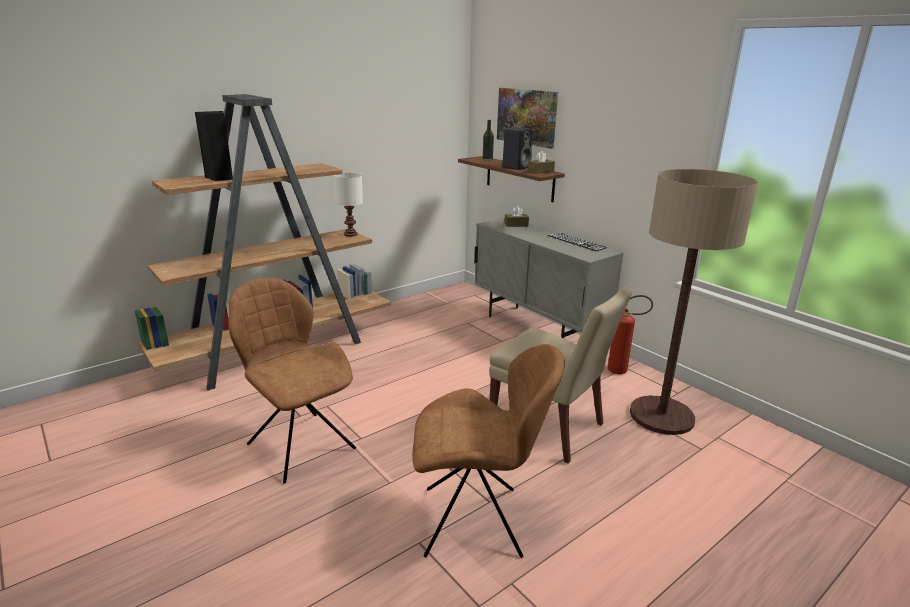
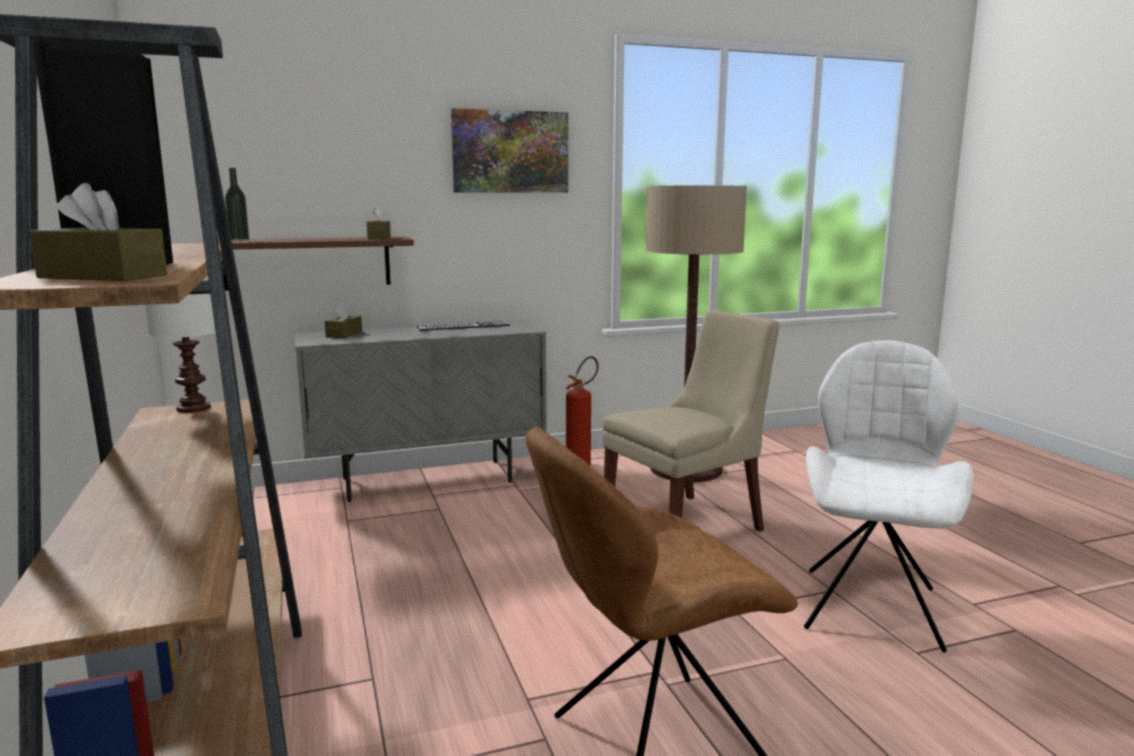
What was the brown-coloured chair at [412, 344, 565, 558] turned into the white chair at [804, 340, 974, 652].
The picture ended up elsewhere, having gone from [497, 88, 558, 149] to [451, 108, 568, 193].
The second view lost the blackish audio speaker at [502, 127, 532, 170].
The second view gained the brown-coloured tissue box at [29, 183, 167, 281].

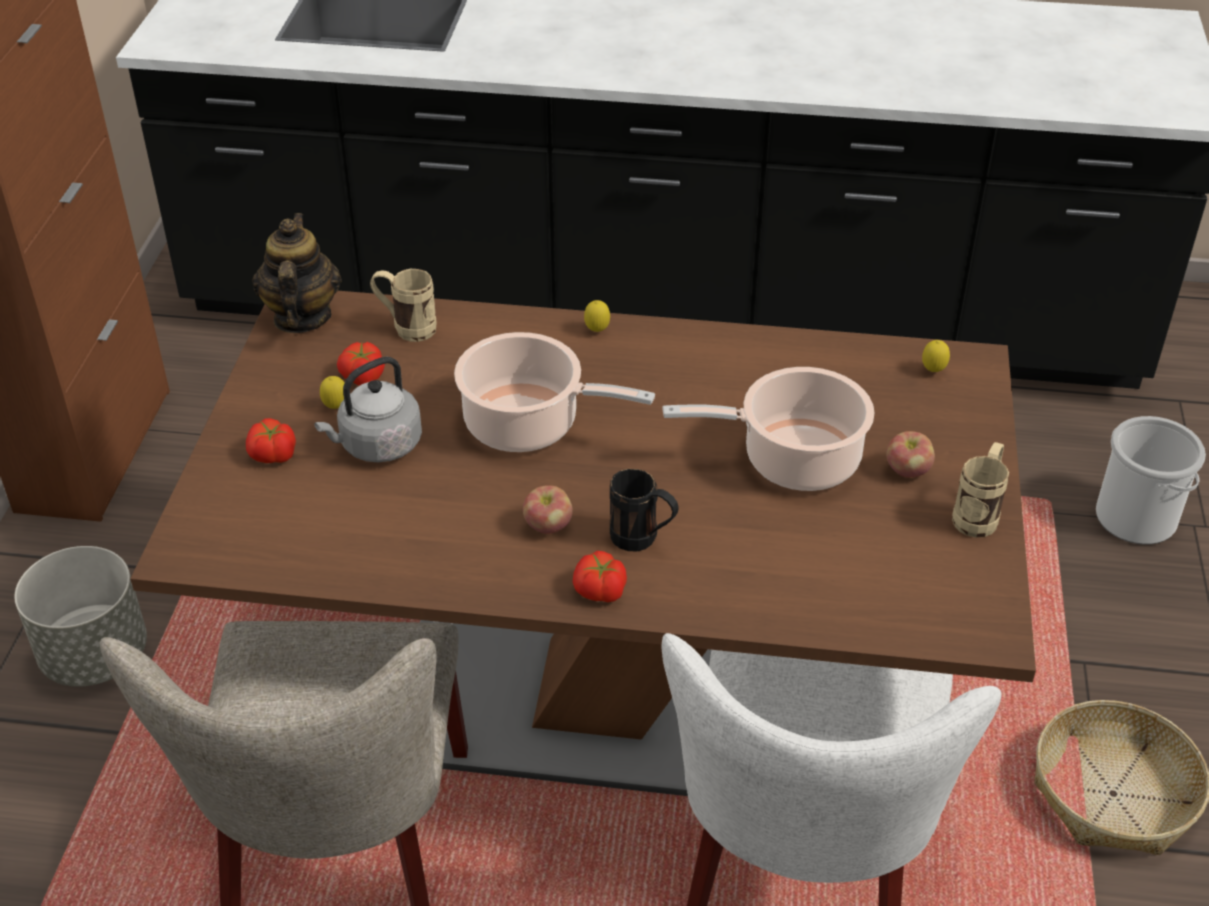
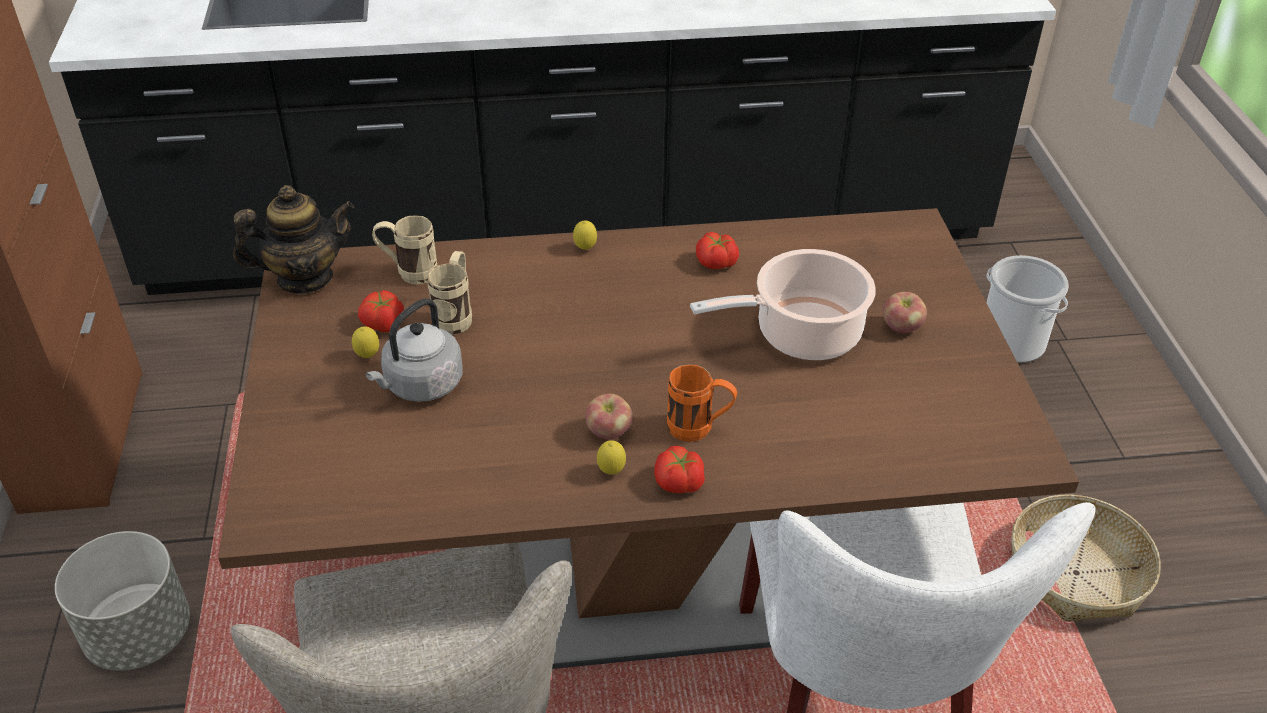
The tomato ended up elsewhere, having gone from [246, 418, 296, 463] to [696, 232, 739, 269].
The teapot at [252, 213, 342, 333] ended up facing another way, 90 degrees clockwise from before.
The second view lost the stockpot at [454, 332, 655, 452].
What was the blackish tea mug at [610, 468, 679, 551] turned into the orange-coloured tea mug at [667, 364, 737, 442].
The whole lemon ended up elsewhere, having gone from [922, 340, 950, 372] to [597, 440, 626, 475].
The beige tea mug ended up elsewhere, having gone from [952, 442, 1009, 538] to [427, 251, 472, 335].

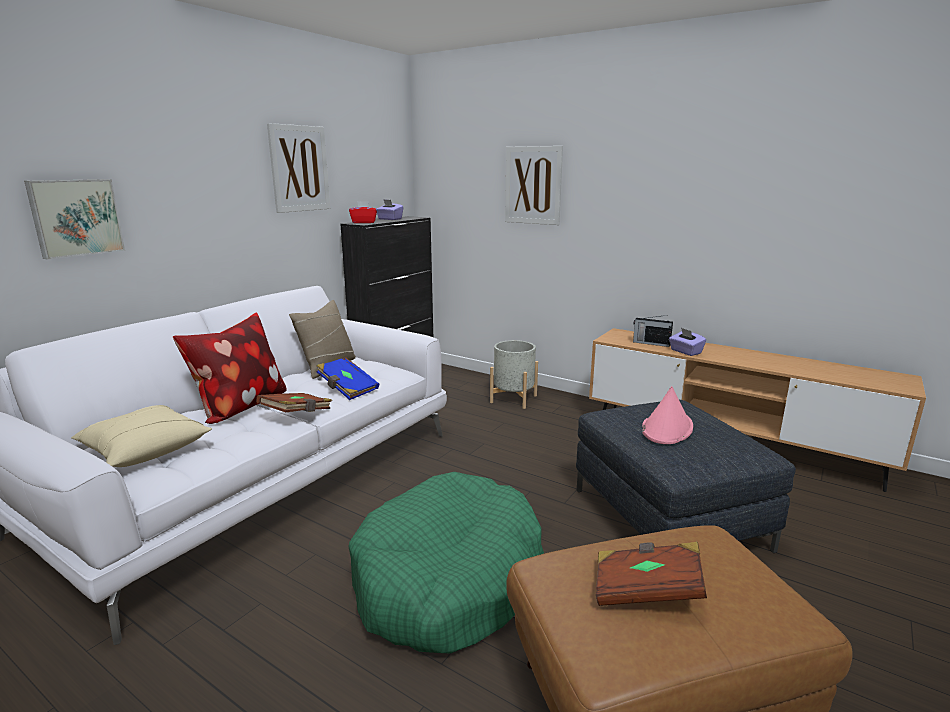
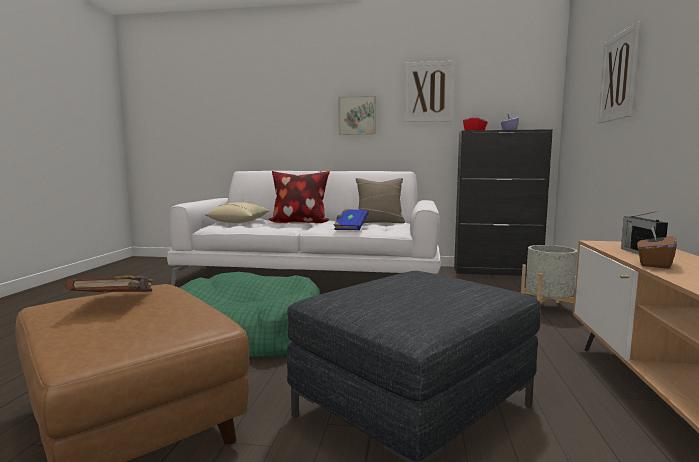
The picture ended up elsewhere, having gone from [24, 179, 125, 259] to [339, 96, 376, 134].
The second view lost the brown-coloured bound book at [256, 393, 332, 413].
The second view lost the pink hat at [642, 386, 693, 444].
What was the purple-coloured tissue box at [669, 328, 706, 356] turned into the brown-coloured tissue box at [637, 227, 677, 269].

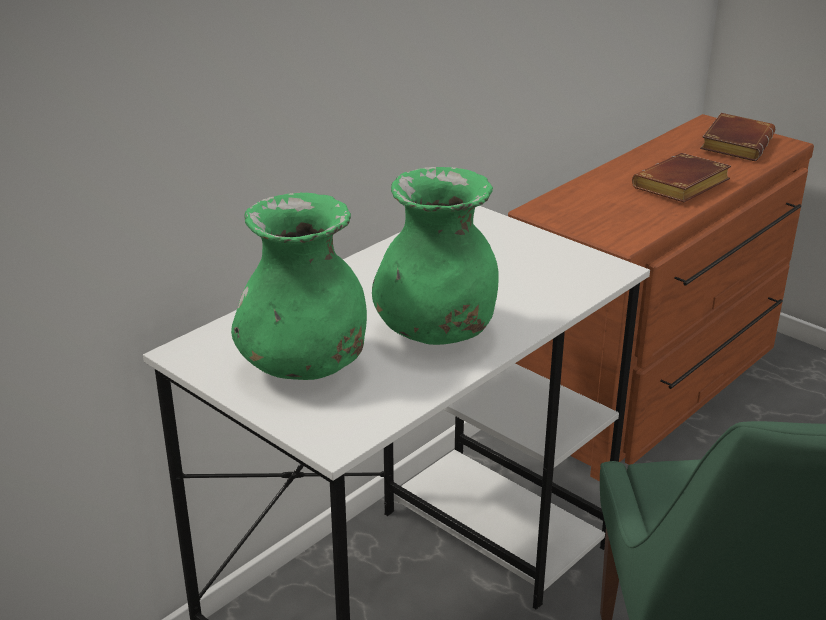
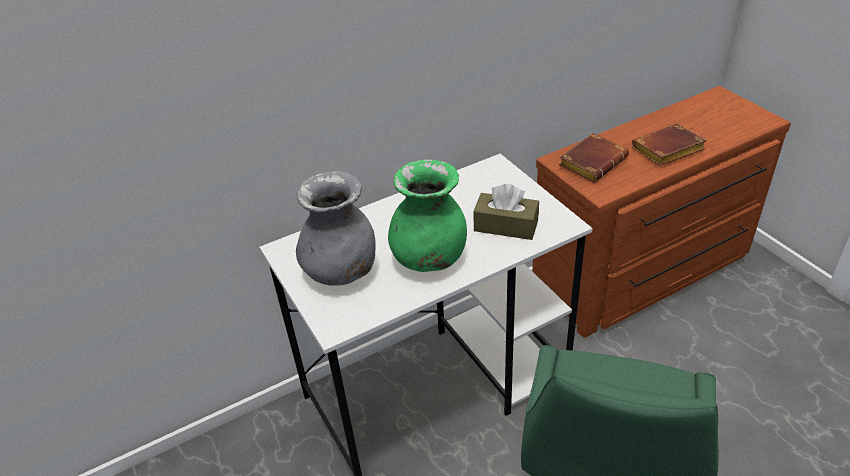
What was the green-coloured vase at [231, 193, 367, 380] turned into the greyish vase at [296, 171, 376, 286].
The brown-coloured bound book ended up elsewhere, having gone from [700, 113, 775, 161] to [559, 133, 629, 183].
The second view gained the brown-coloured tissue box at [473, 184, 539, 240].

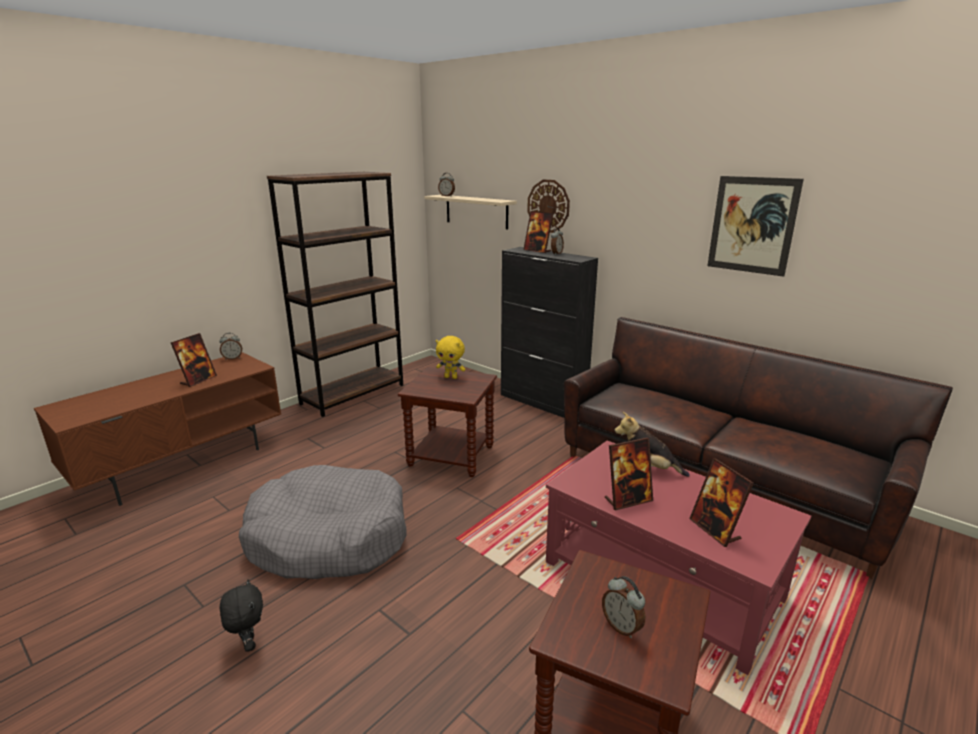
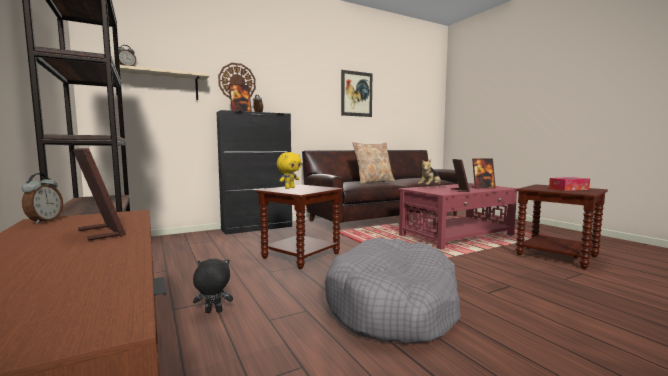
The blackish cuddly toy ended up elsewhere, having gone from [220, 579, 263, 652] to [193, 259, 233, 313].
Where the alarm clock stood at [602, 576, 645, 638], the tissue box came to stand at [549, 177, 590, 191].
The second view gained the beige cushion at [352, 142, 395, 184].

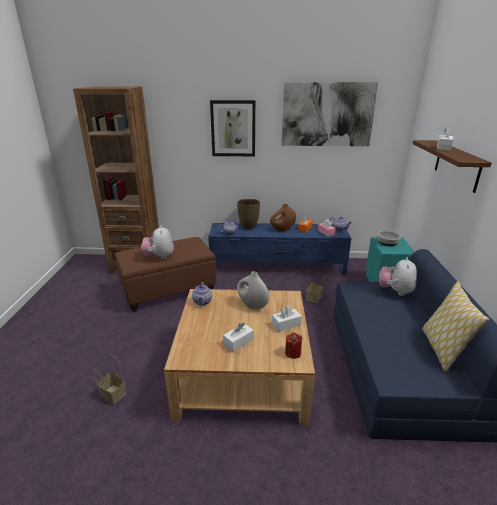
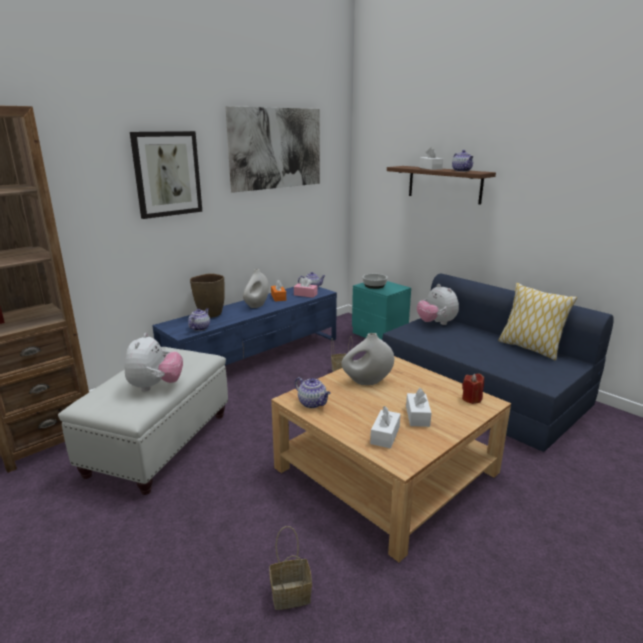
What was the brown-coloured pouffe at [115, 237, 216, 312] turned into the white pouffe at [58, 347, 228, 495].
The cuddly toy at [141, 225, 174, 259] ended up facing another way, 120 degrees counterclockwise from before.
What was the brown-coloured vase at [270, 204, 296, 231] turned into the white vase at [243, 269, 269, 308].
The white tissue box ended up elsewhere, having gone from [272, 305, 302, 332] to [370, 406, 401, 449].
The second view gained the teapot at [452, 150, 474, 172].

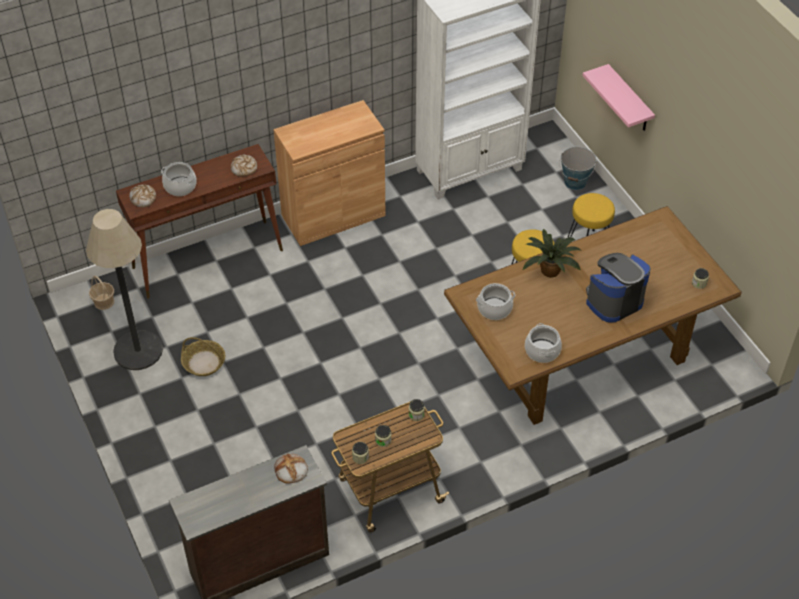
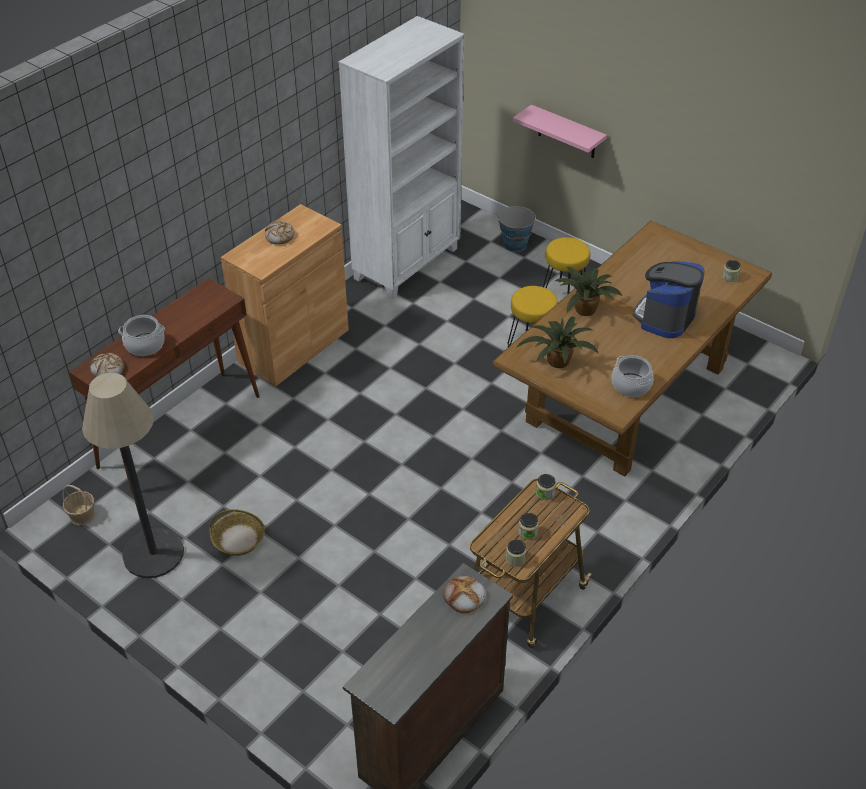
The bread ended up elsewhere, having gone from [231, 154, 257, 177] to [265, 221, 295, 245].
Where the stockpot stood at [476, 283, 515, 320], the potted plant came to stand at [516, 316, 599, 368].

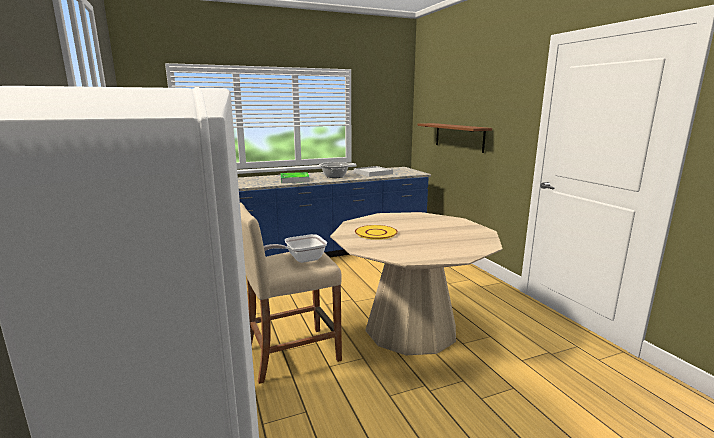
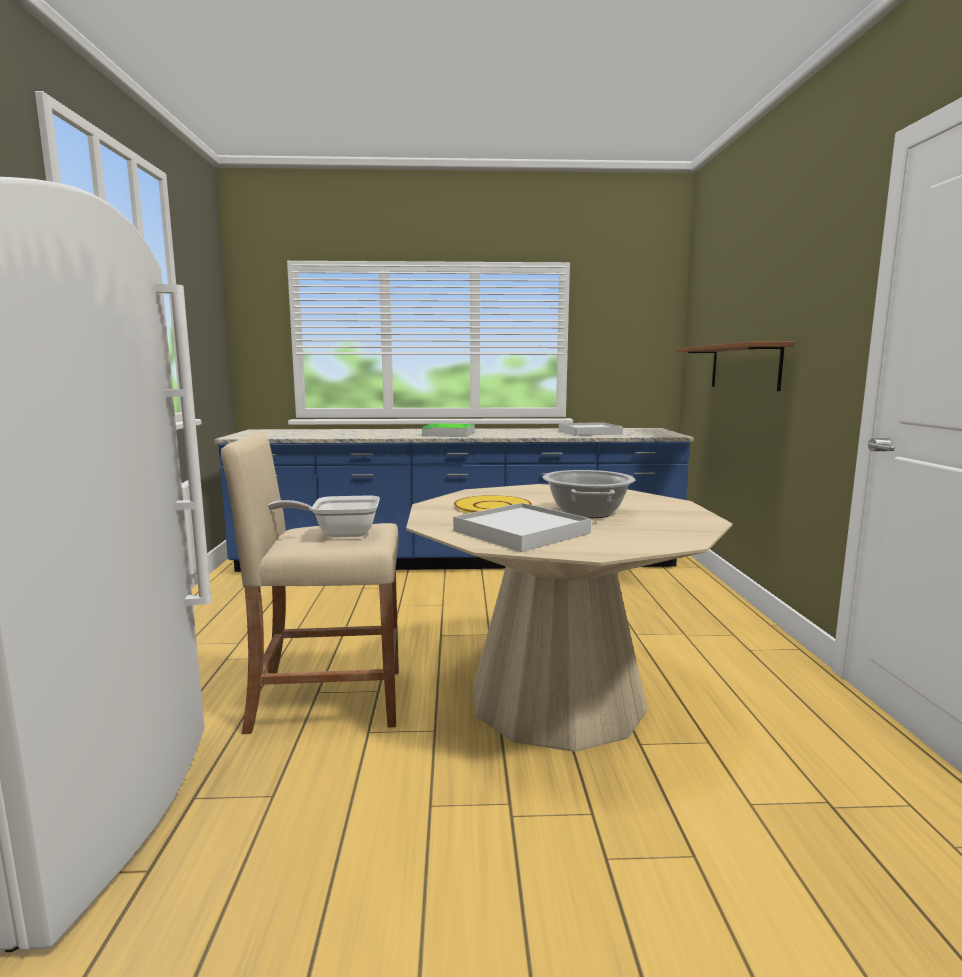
The stockpot ended up elsewhere, having gone from [319, 162, 350, 178] to [542, 470, 635, 518].
The second view gained the white serving tray at [453, 503, 591, 552].

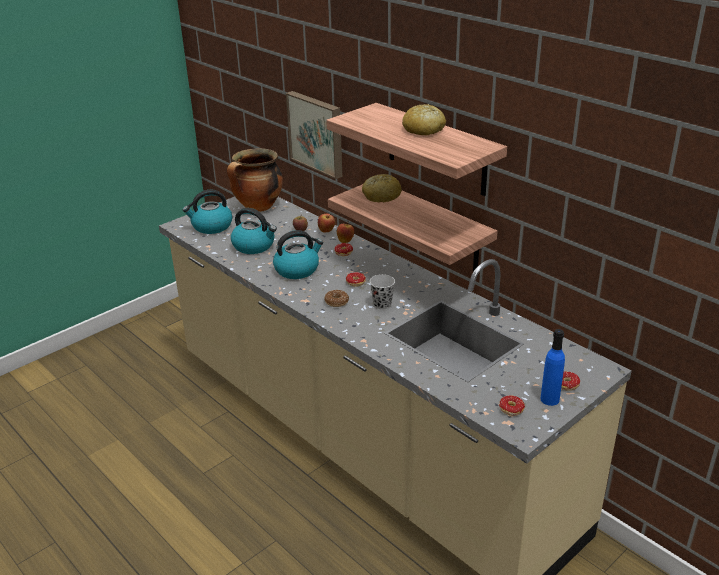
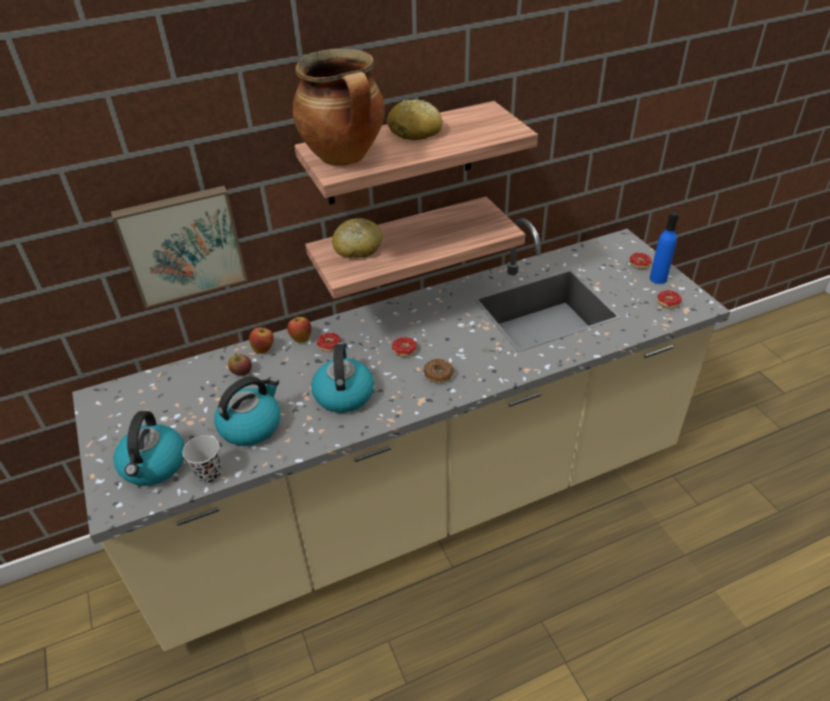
The stockpot ended up elsewhere, having gone from [227, 148, 283, 212] to [293, 49, 385, 166].
The blackish cup ended up elsewhere, having gone from [370, 274, 395, 309] to [182, 435, 222, 484].

